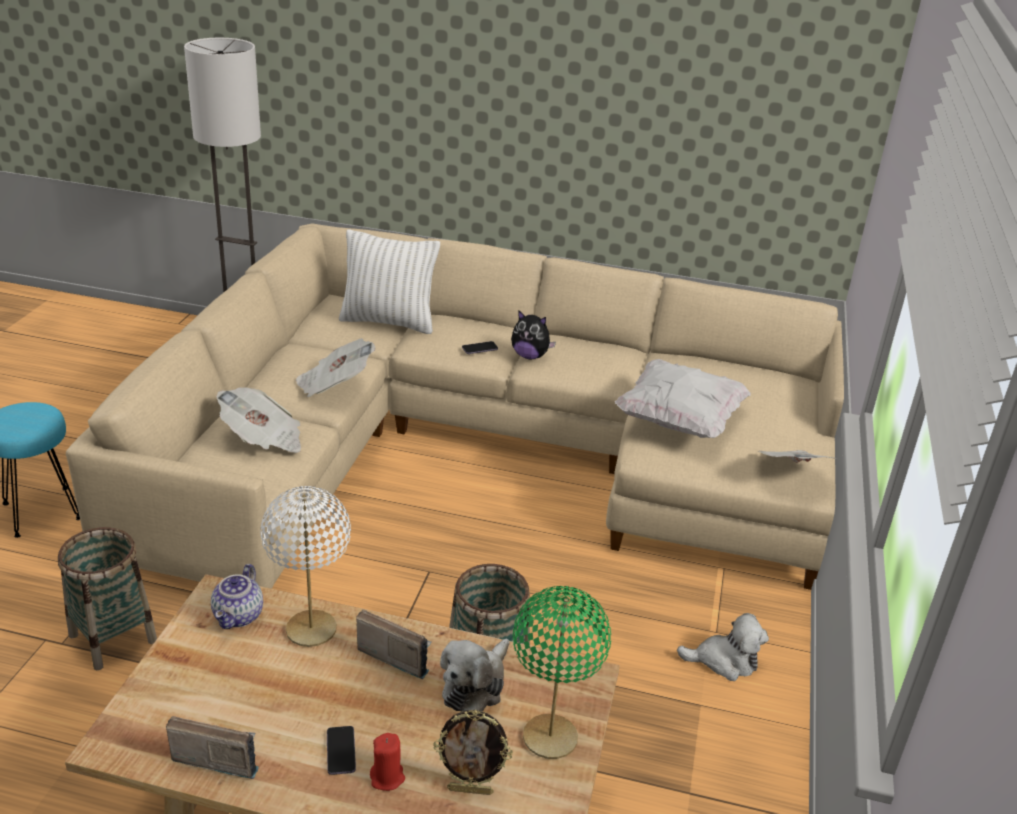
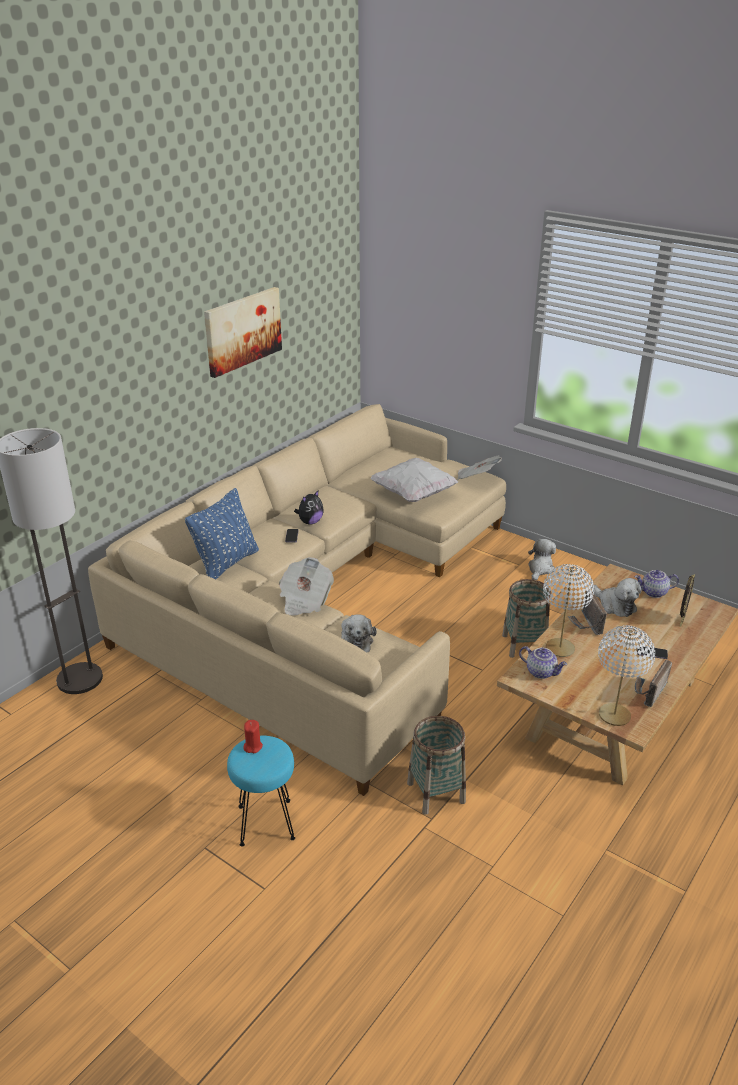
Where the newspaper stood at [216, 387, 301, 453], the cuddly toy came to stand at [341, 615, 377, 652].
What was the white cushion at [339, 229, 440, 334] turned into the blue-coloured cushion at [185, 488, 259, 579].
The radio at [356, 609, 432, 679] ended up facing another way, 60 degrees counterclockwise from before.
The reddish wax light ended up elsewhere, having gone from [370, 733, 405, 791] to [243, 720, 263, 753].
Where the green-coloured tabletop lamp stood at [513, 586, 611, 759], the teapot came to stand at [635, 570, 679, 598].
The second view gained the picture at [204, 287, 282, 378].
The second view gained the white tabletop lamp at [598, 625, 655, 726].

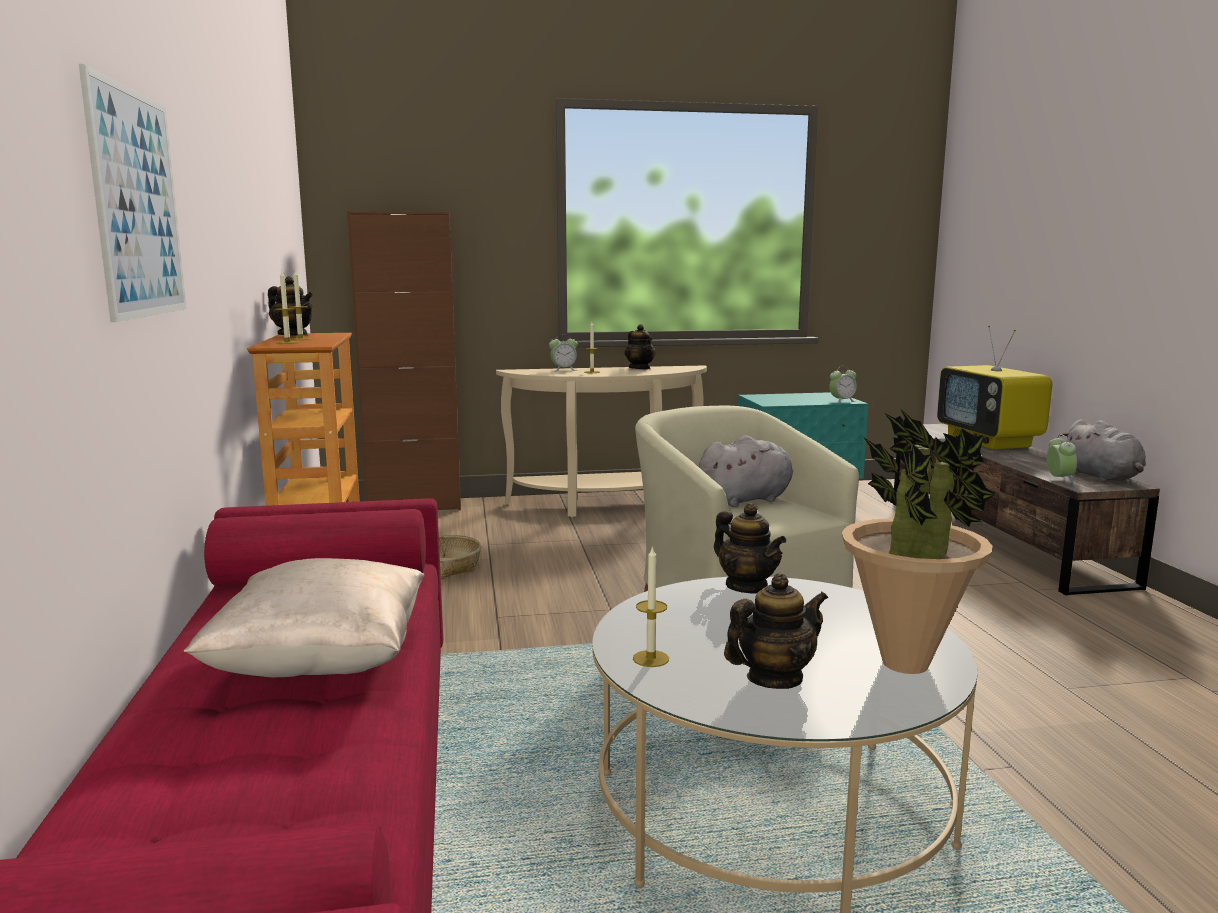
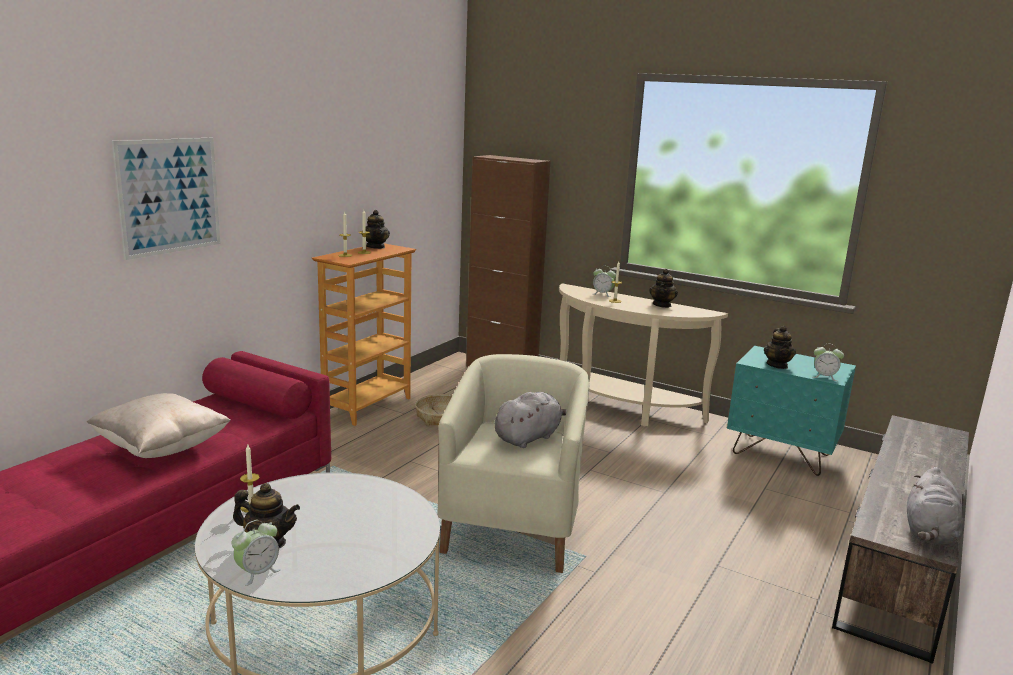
The greyish cuddly toy at [699, 435, 793, 507] ended up facing another way, 60 degrees counterclockwise from before.
The teapot ended up elsewhere, having gone from [714, 503, 786, 593] to [764, 326, 796, 369].
The second view lost the potted plant at [841, 408, 997, 674].
The second view lost the TV at [937, 325, 1052, 450].
The alarm clock ended up elsewhere, having gone from [1047, 434, 1077, 484] to [232, 520, 281, 586].

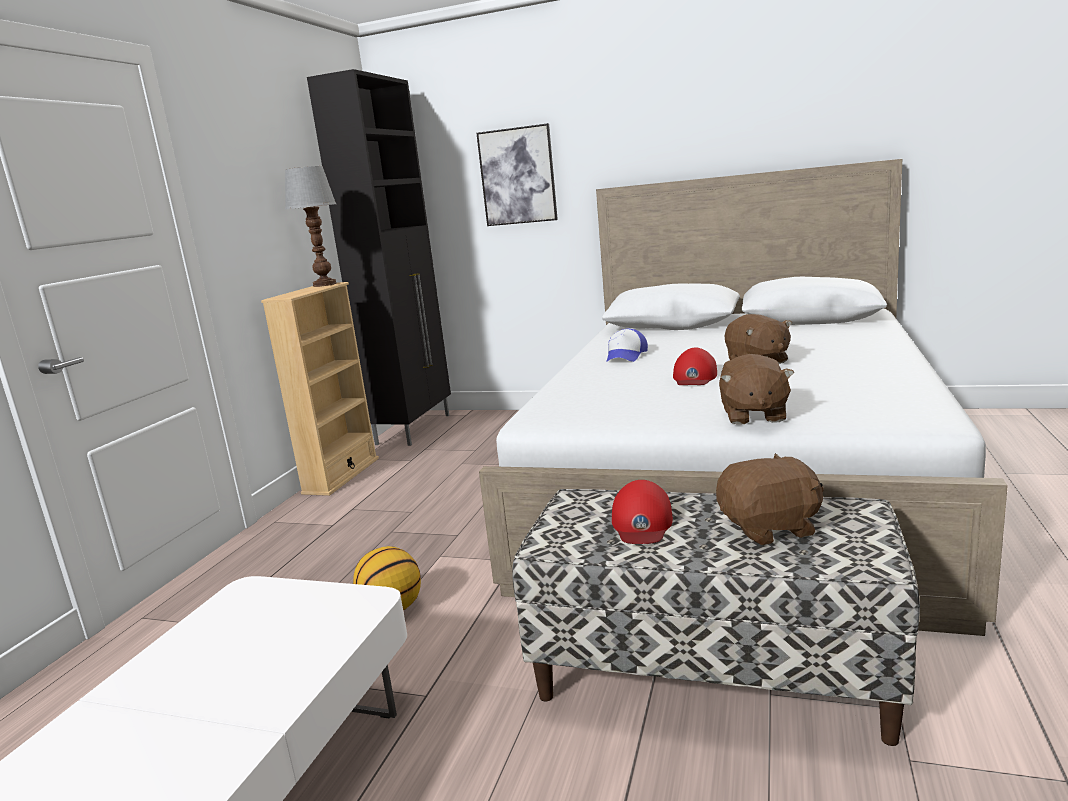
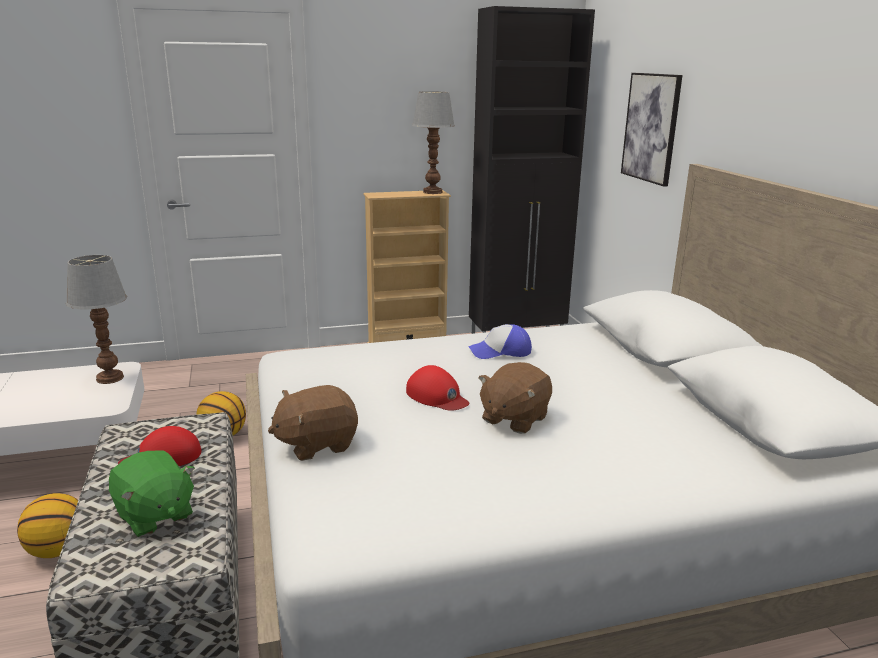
The reddish cap at [673, 348, 717, 385] ended up facing another way, 120 degrees counterclockwise from before.
What was the brown-coloured cuddly toy at [716, 453, 824, 545] turned into the green-coloured cuddly toy at [109, 450, 195, 537].
The second view gained the basketball at [17, 493, 78, 558].
The second view gained the tabletop lamp at [66, 255, 127, 384].

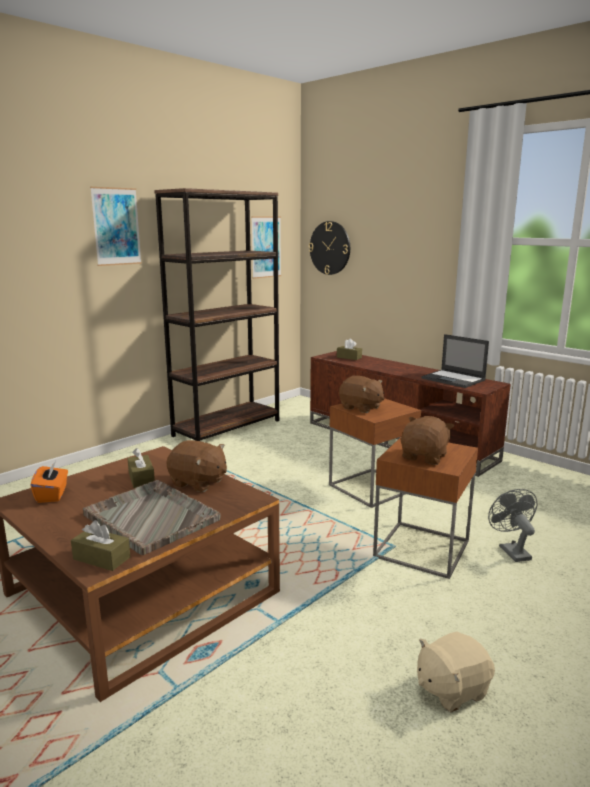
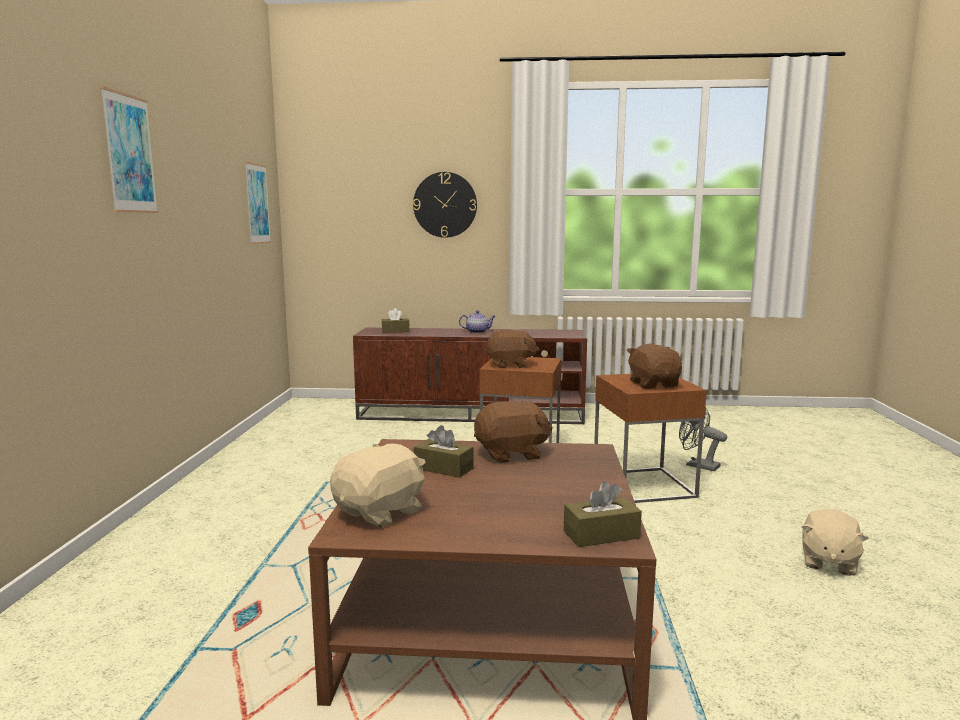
Where the orange-coloured tissue box stood at [31, 461, 68, 503], the beige cuddly toy came to stand at [330, 443, 426, 527].
The second view lost the greyish serving tray at [82, 480, 220, 555].
The second view lost the brown-coloured shelving unit at [154, 188, 279, 441].
The wall clock ended up elsewhere, having gone from [309, 221, 350, 275] to [413, 172, 477, 238].
The second view lost the notebook computer at [421, 334, 489, 388].
The second view gained the teapot at [459, 310, 495, 333].

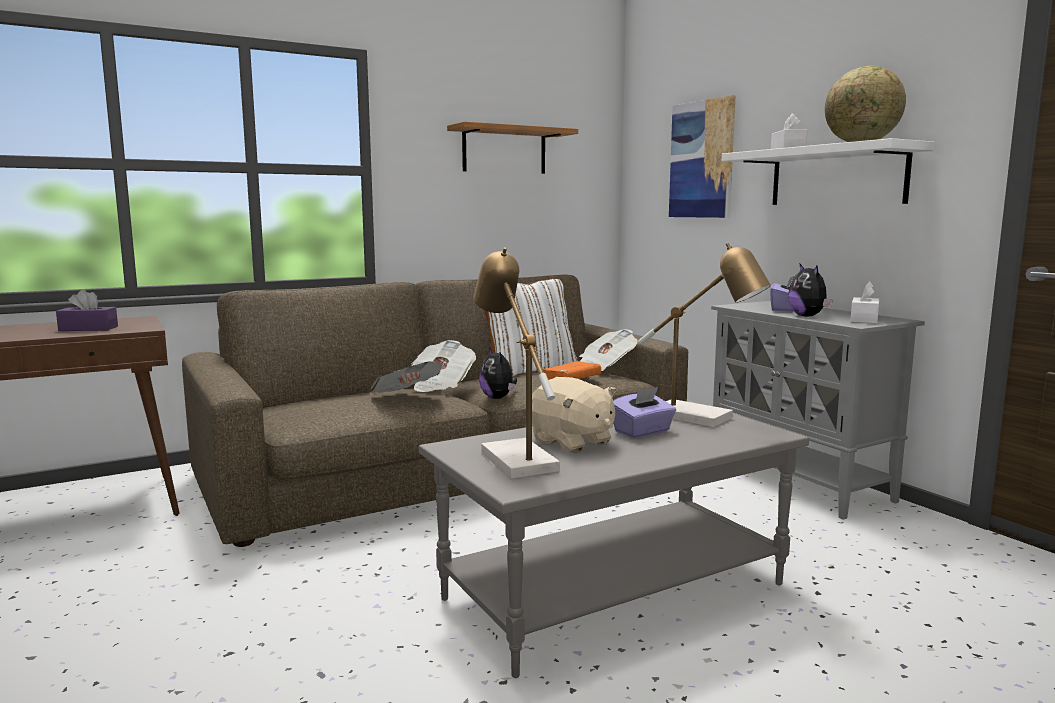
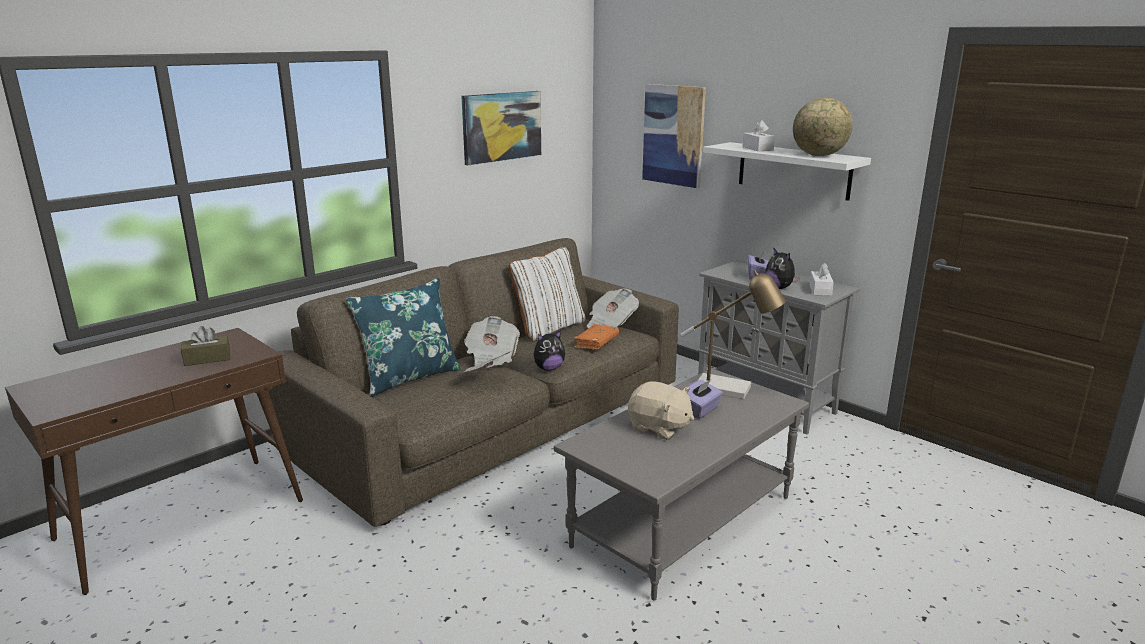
What was the purple-coloured tissue box at [56, 289, 118, 331] turned into the brown-coloured tissue box at [181, 326, 230, 366].
Where the shelf hung at [447, 121, 578, 174], the picture came to hang at [461, 91, 541, 165].
The second view lost the tabletop lamp at [473, 247, 560, 479].
The cuddly toy at [479, 347, 517, 399] ended up facing another way, 75 degrees counterclockwise from before.
The second view gained the blue-coloured cushion at [346, 278, 461, 397].

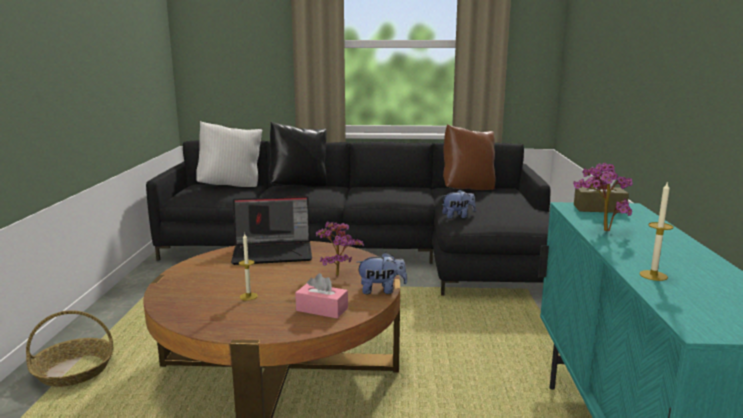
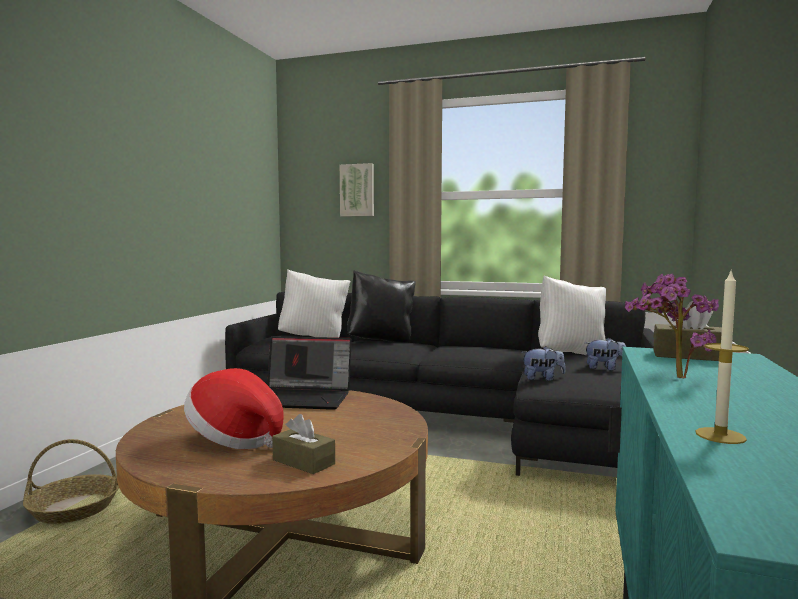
Where the wax light stood at [239, 234, 258, 300], the hat came to stand at [184, 368, 284, 449].
What was the pink tissue box at [295, 273, 348, 319] turned into the brown-coloured tissue box at [272, 414, 335, 474].
The second view lost the potted plant at [316, 221, 364, 276].
The cuddly toy ended up elsewhere, having gone from [357, 252, 407, 294] to [585, 338, 626, 371].
What was the brown-coloured cushion at [443, 124, 495, 190] turned into the white cushion at [538, 275, 606, 355].
The second view gained the picture at [340, 163, 374, 217].

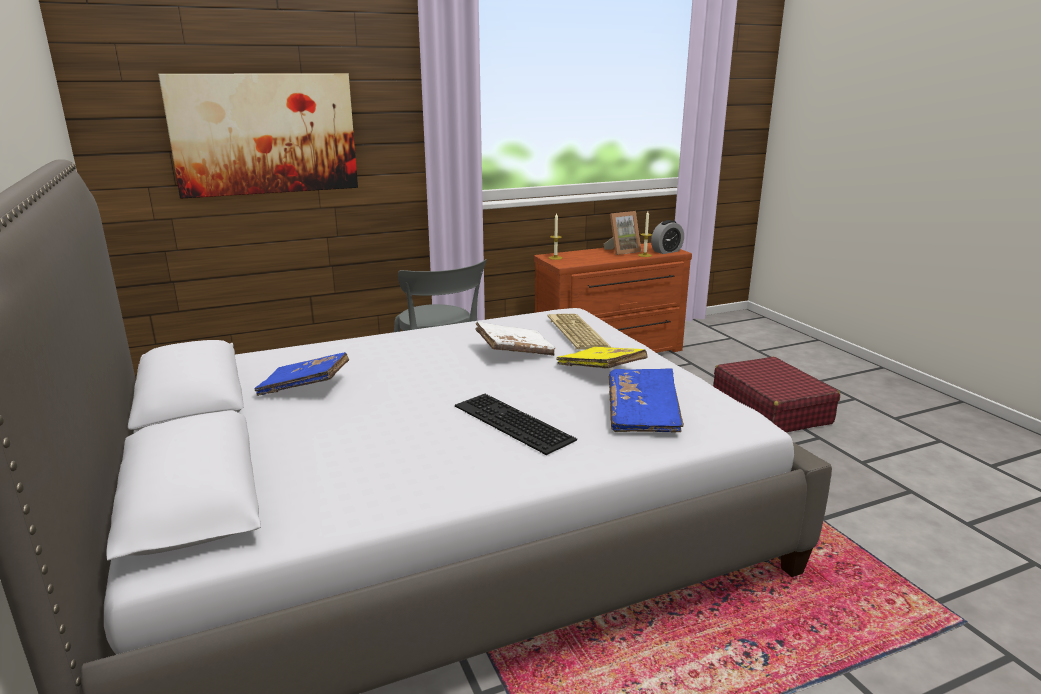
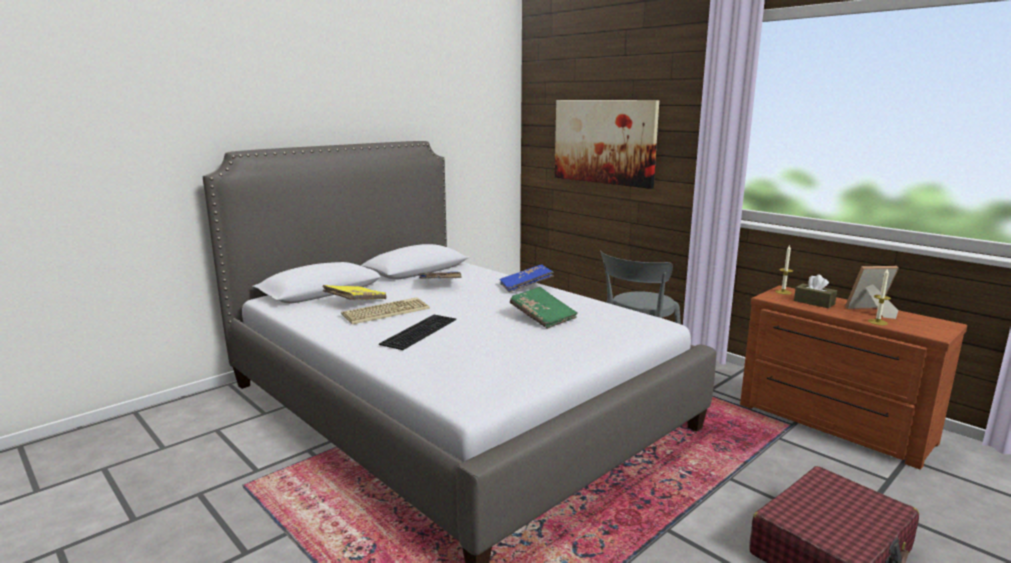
What was the white bound book at [475, 321, 555, 356] turned into the green-coloured bound book at [510, 287, 578, 329].
The keyboard ended up elsewhere, having gone from [547, 314, 611, 349] to [341, 297, 430, 325].
The yellowish bound book ended up elsewhere, having gone from [556, 347, 648, 368] to [322, 285, 387, 300].
The standing frame at [604, 211, 641, 255] ended up facing another way, 135 degrees clockwise from before.
The blue-coloured bound book ended up elsewhere, having gone from [609, 368, 684, 432] to [500, 264, 554, 292].
The second view lost the alarm clock at [651, 220, 684, 254].
The second view gained the brown-coloured tissue box at [794, 275, 837, 308].

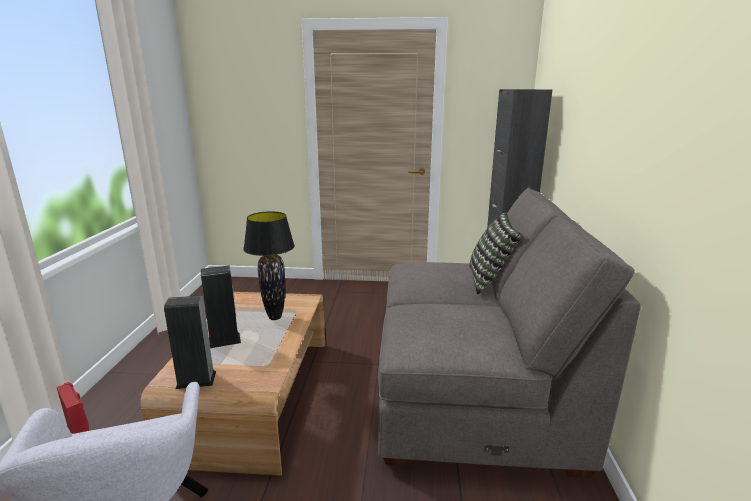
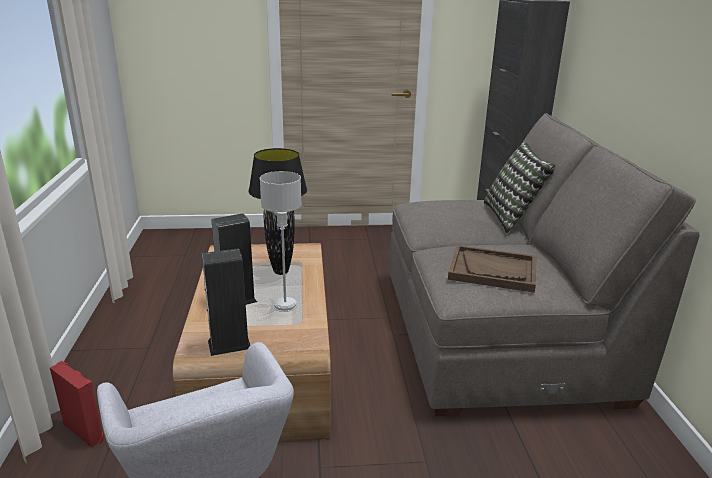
The second view gained the greyish tabletop lamp at [260, 171, 302, 312].
The second view gained the brown-coloured serving tray at [448, 245, 536, 293].

